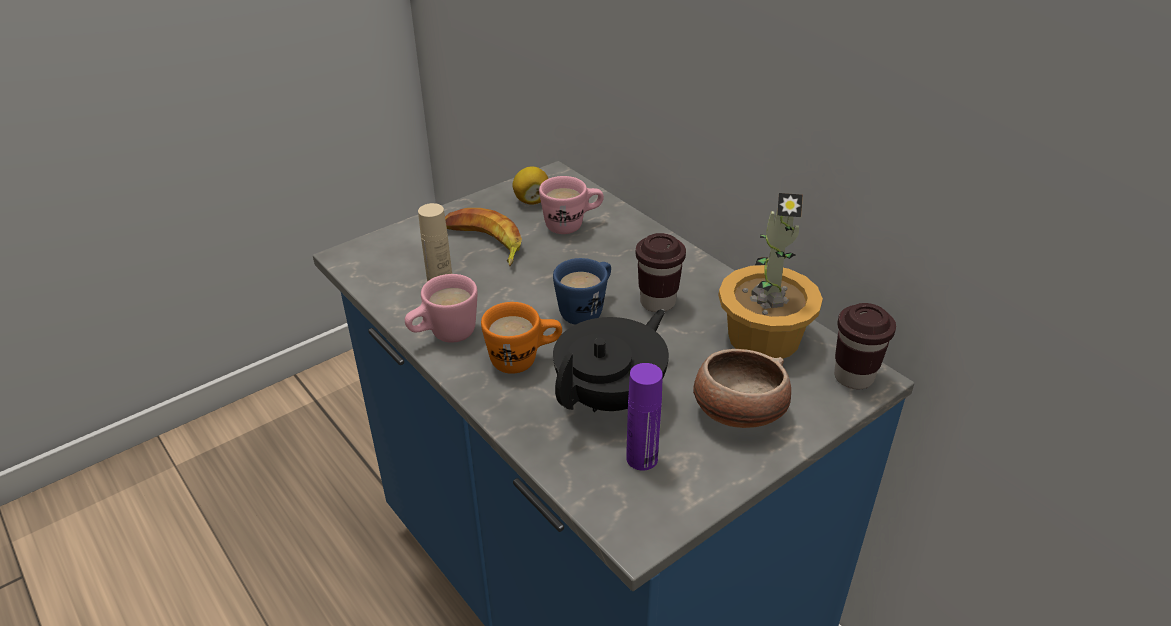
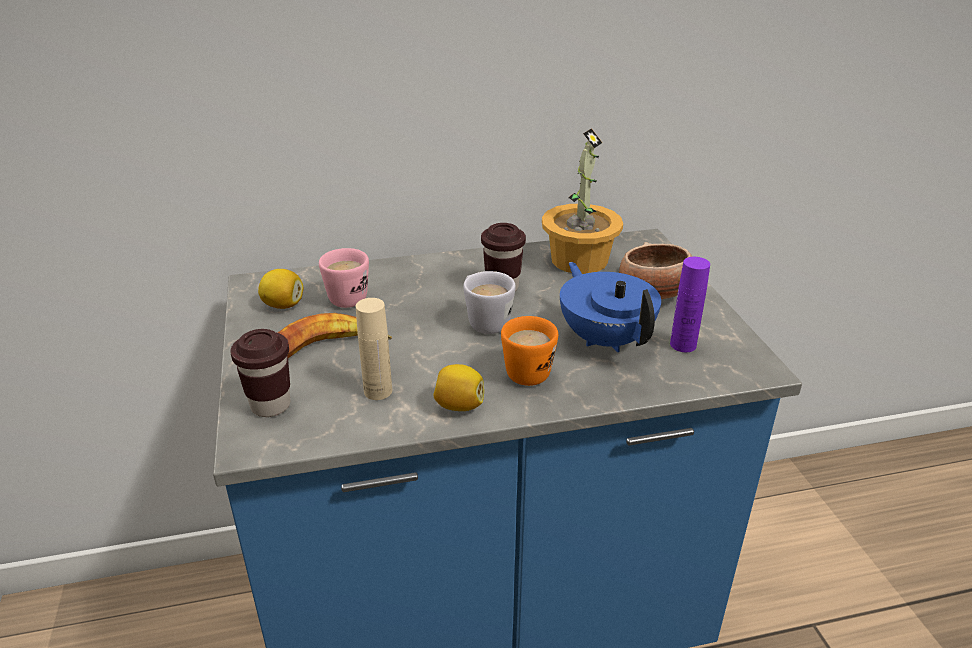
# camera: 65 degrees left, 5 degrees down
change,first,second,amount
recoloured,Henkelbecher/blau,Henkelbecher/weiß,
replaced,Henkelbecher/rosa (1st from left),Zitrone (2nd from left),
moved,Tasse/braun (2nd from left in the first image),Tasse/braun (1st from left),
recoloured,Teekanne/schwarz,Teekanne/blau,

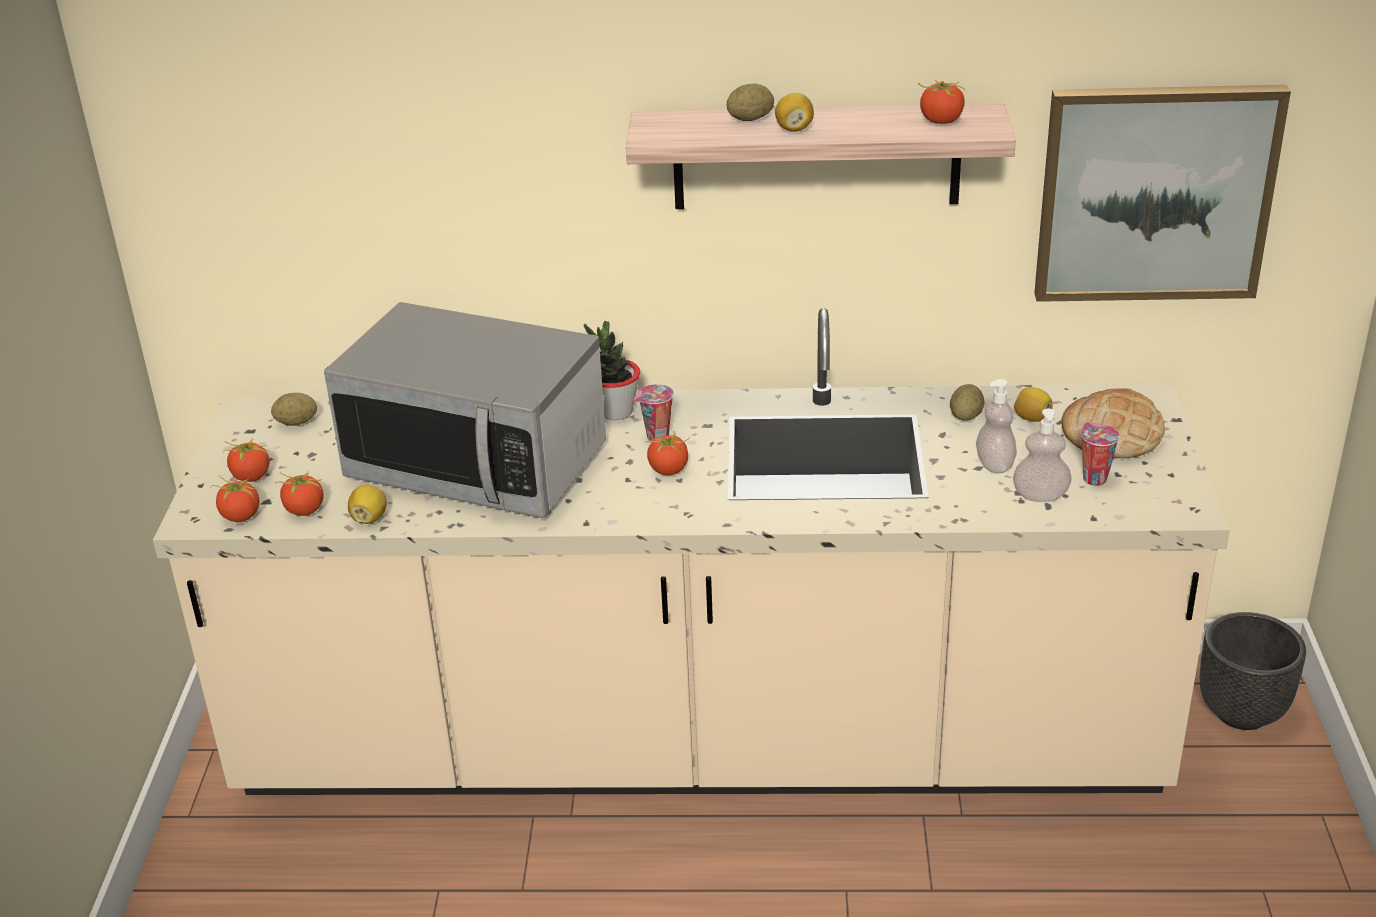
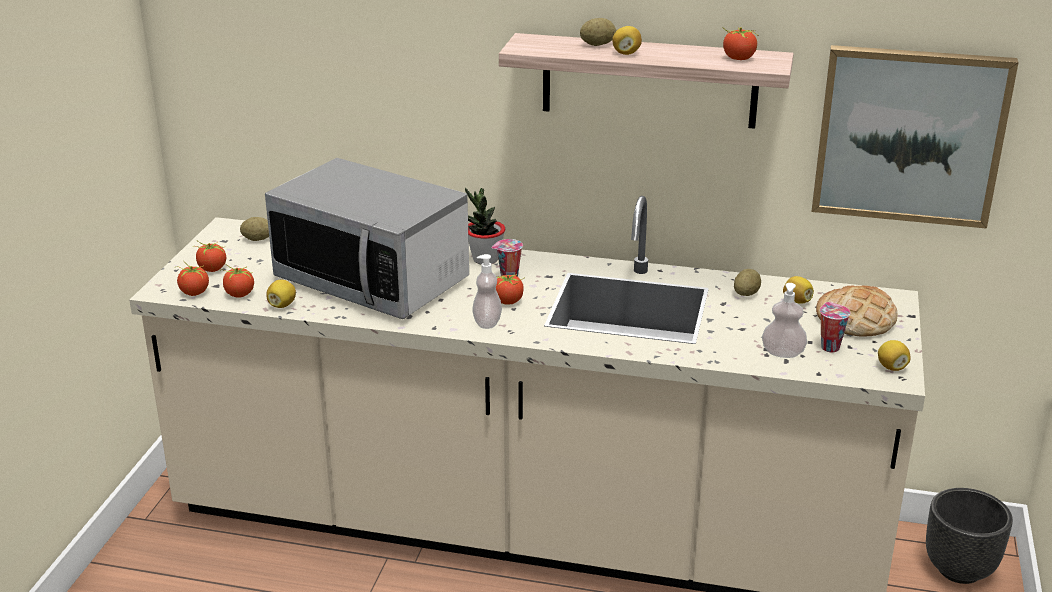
# camera: 10 degrees right, 5 degrees down
change,first,second,amount
moved,Seifenspender (1st from left),,
added,,Zitrone (4th from left),

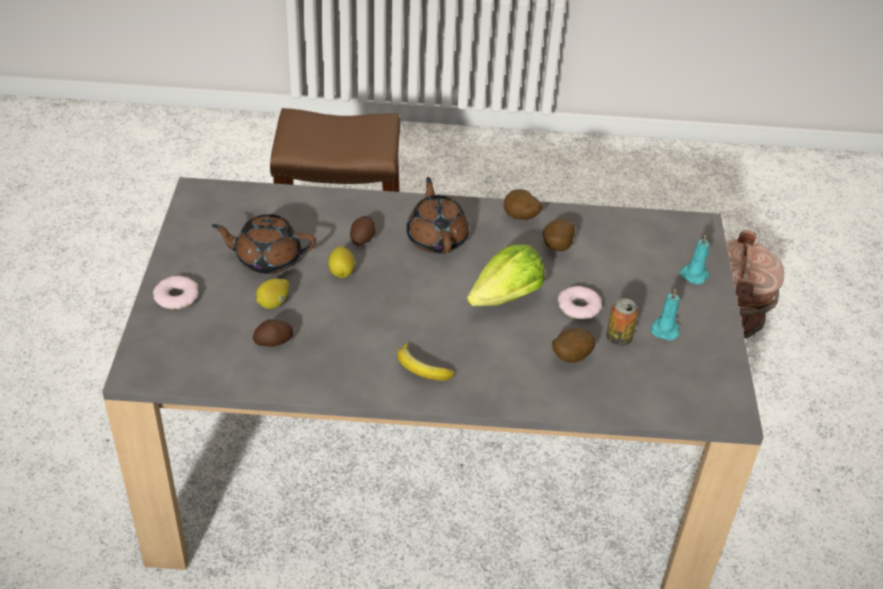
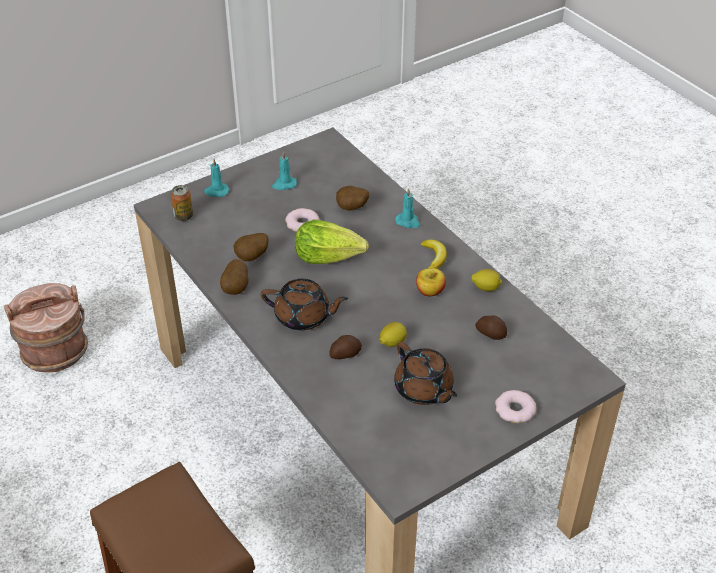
# camera: 125 degrees left, 0 degrees up
change,first,second,amount
turned,Teekanne/braun (2nd from left in the first image),Teekanne/braun (1st from left),120 degrees counterclockwise
moved,Zitrone (1st from left in the first image),Zitrone (2nd from left),
moved,Dose,,
added,,Kerze/türkis (3rd from left),
added,,Apfel,

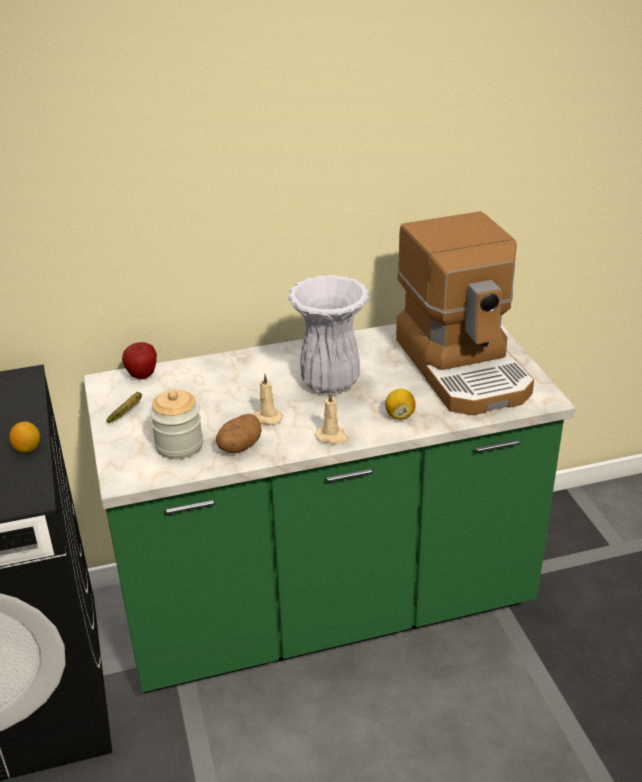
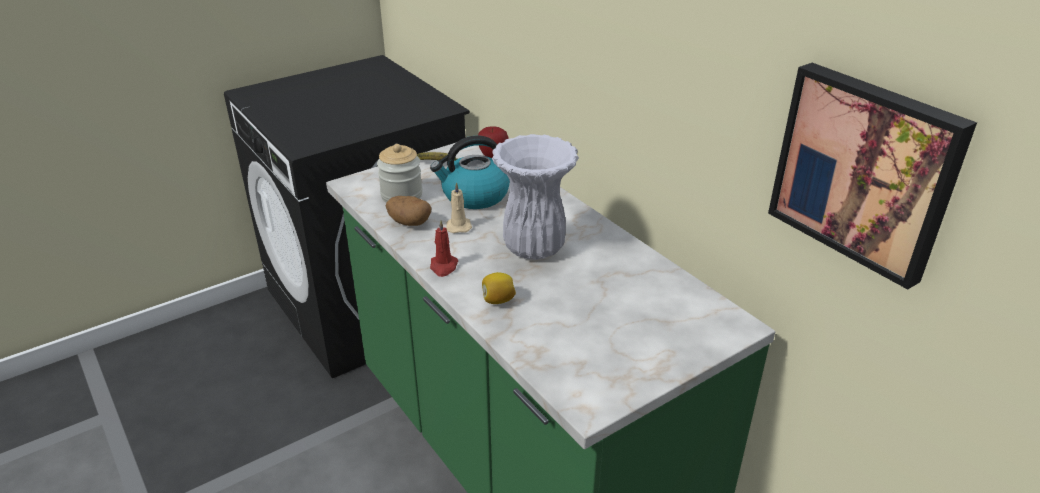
# camera: 70 degrees right, 0 degrees up
change,first,second,amount
removed,Kaffeemaschine,,
recoloured,Kerze/beige (2nd from left),Kerze/rot,
removed,Zitrone (1st from left),,
added,,Bild,
added,,Wasserkessel,

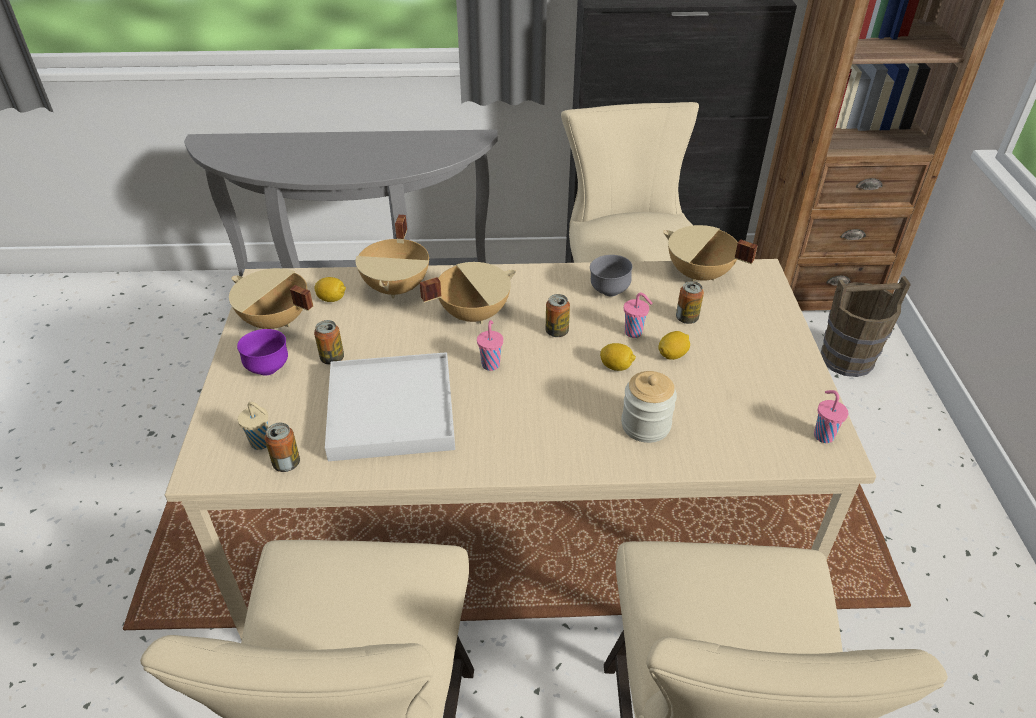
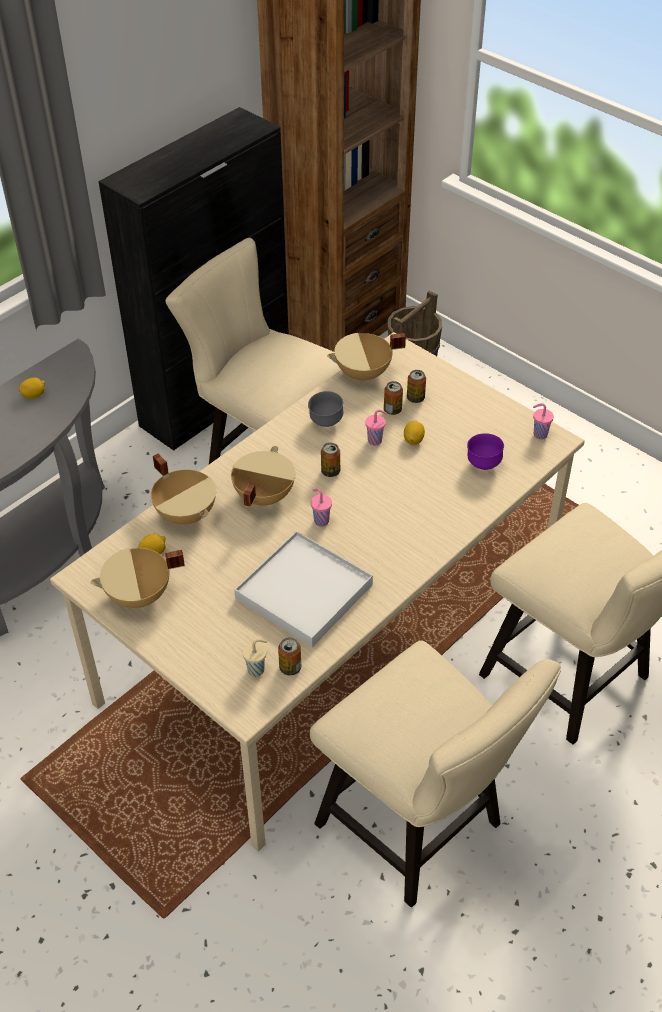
# camera: 45 degrees left, 5 degrees up
change,first,second,amount
moved,Dose (2nd from left in the first image),Dose (4th from left),
moved,Schüssel/lila,,
moved,Zitrone (2nd from left in the first image),Zitrone (1st from left),
removed,Vorratsglas,,

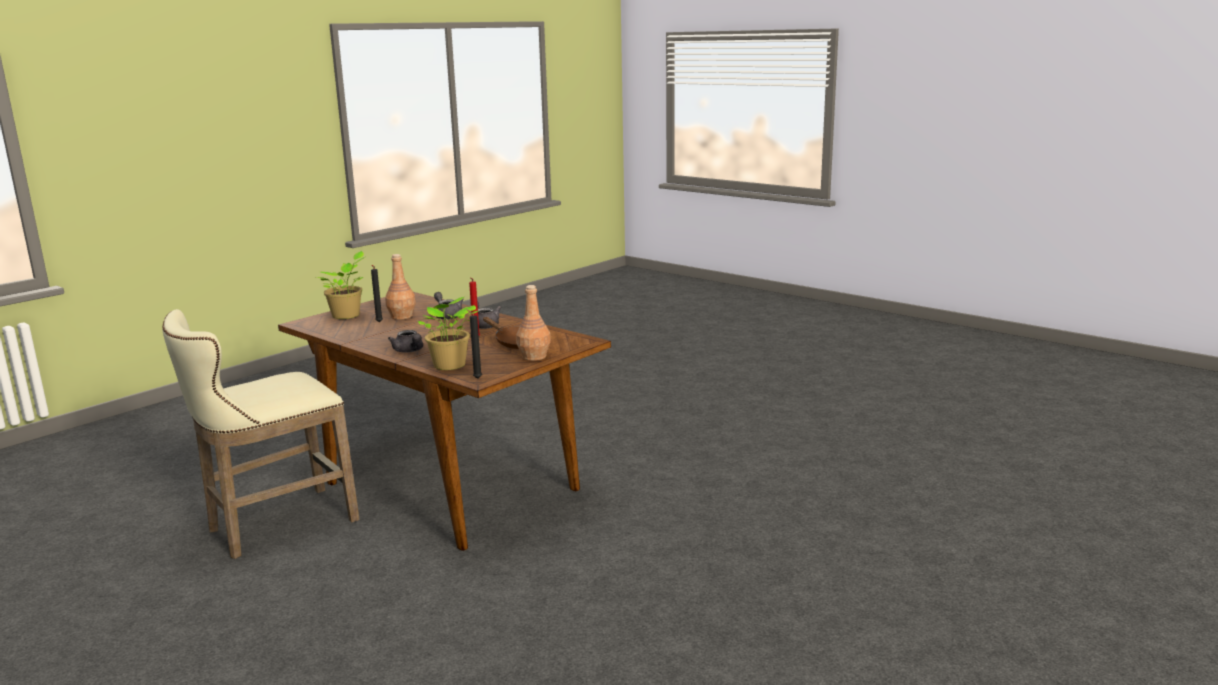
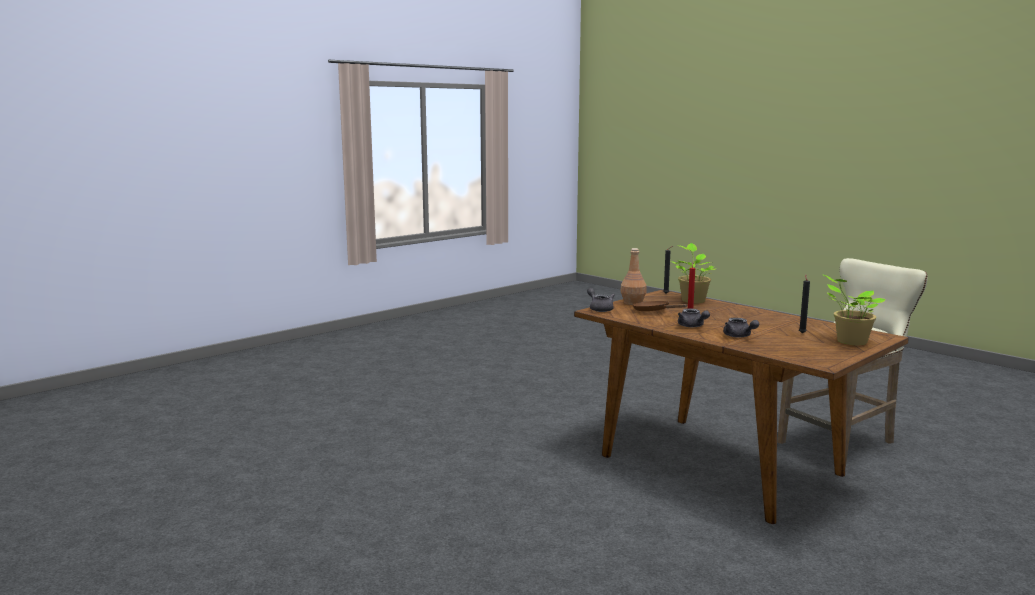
# camera: 175 degrees left, 5 degrees down
change,first,second,amount
removed,Flasche/braun (1st from left),,
moved,Teekanne/grau (1st from left),,

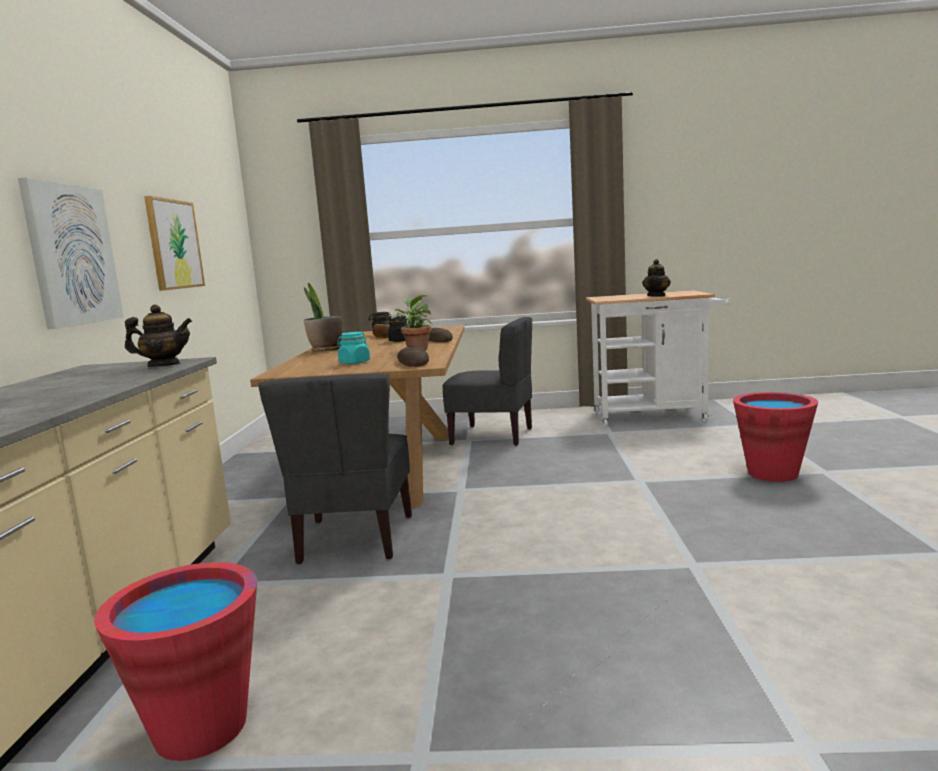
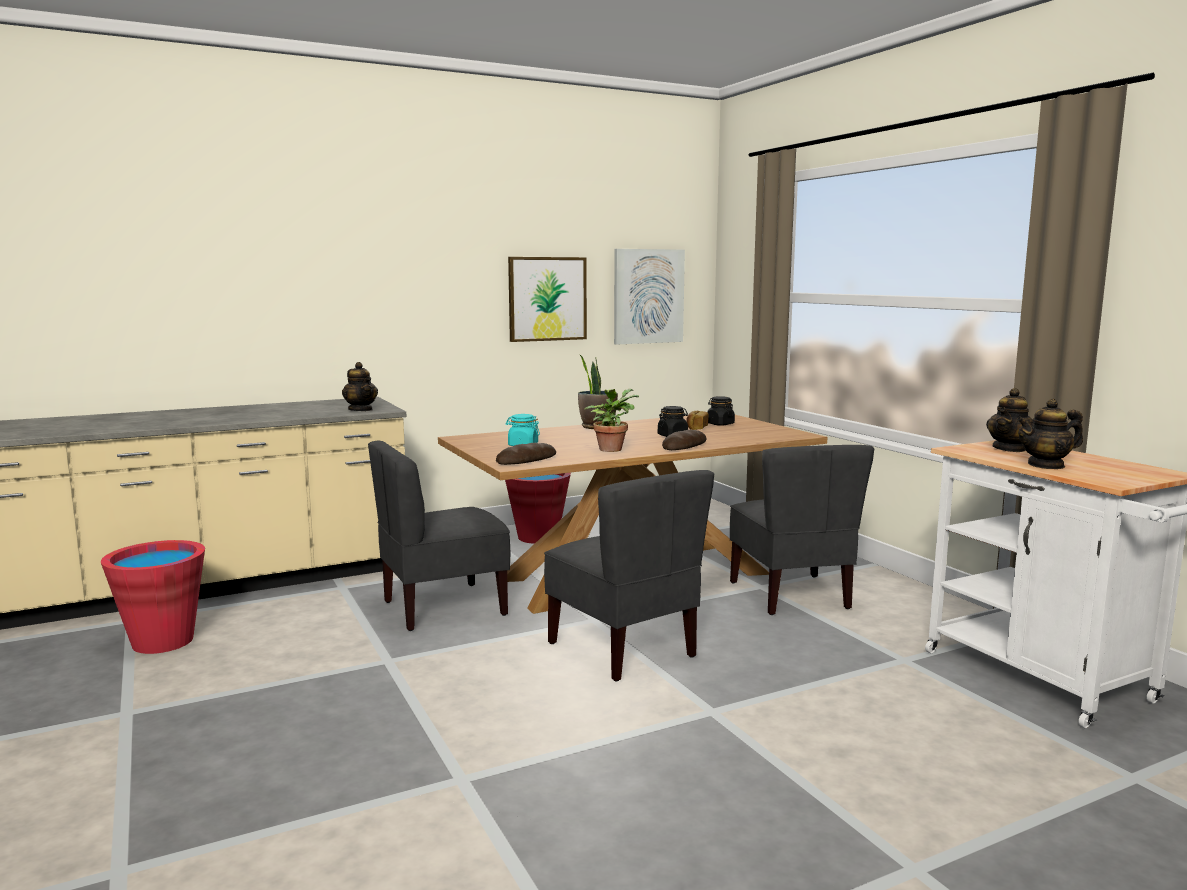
# camera: 60 degrees right, 0 degrees up
change,first,second,amount
moved,Bild (1st from left in the first image),Bild (2nd from left),
moved,Eimer/rot (2nd from left),,
added,,Teekanne (2nd from left),
added,,Stuhl/grau (2nd from left),

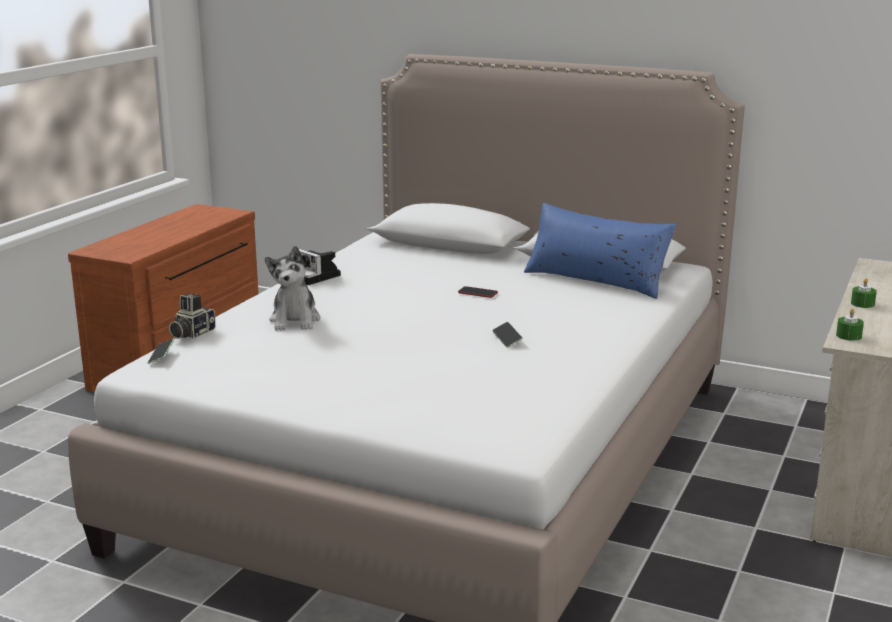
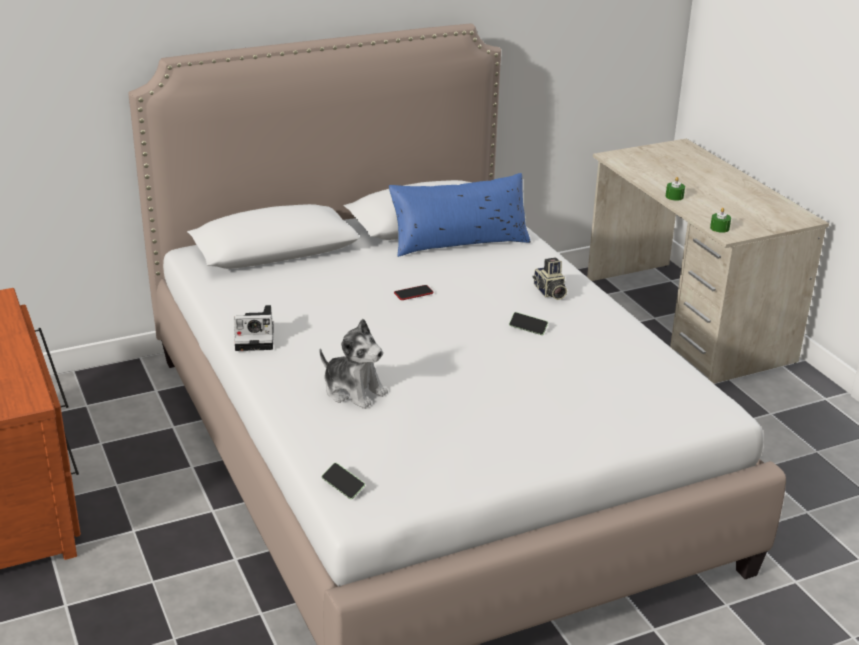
# camera: 50 degrees left, 10 degrees up
change,first,second,amount
moved,Kamera (1st from left in the first image),Kamera (2nd from left),

